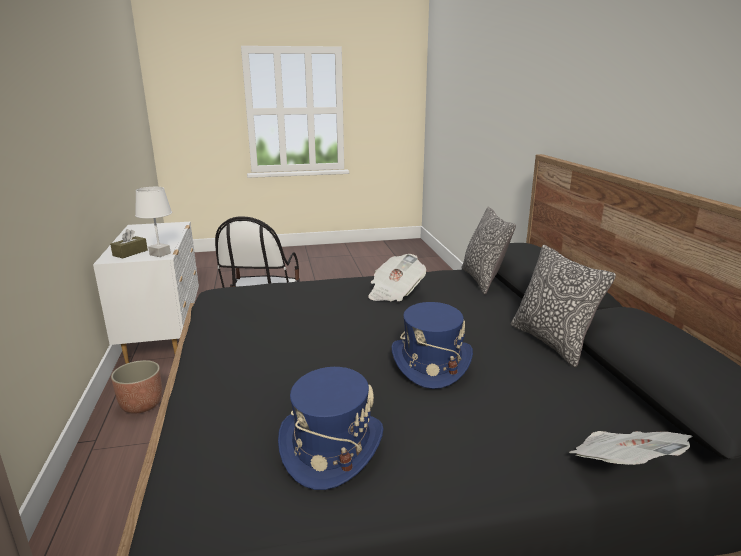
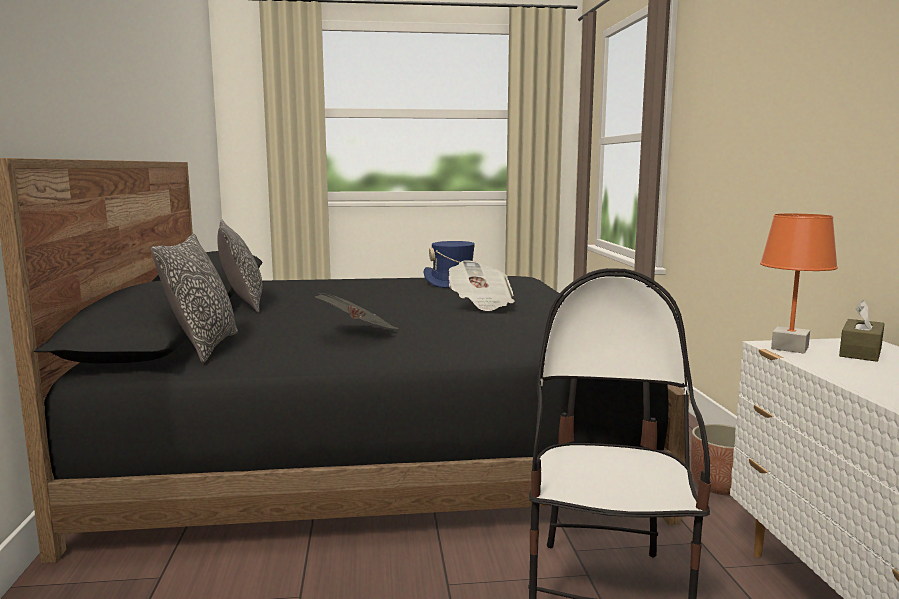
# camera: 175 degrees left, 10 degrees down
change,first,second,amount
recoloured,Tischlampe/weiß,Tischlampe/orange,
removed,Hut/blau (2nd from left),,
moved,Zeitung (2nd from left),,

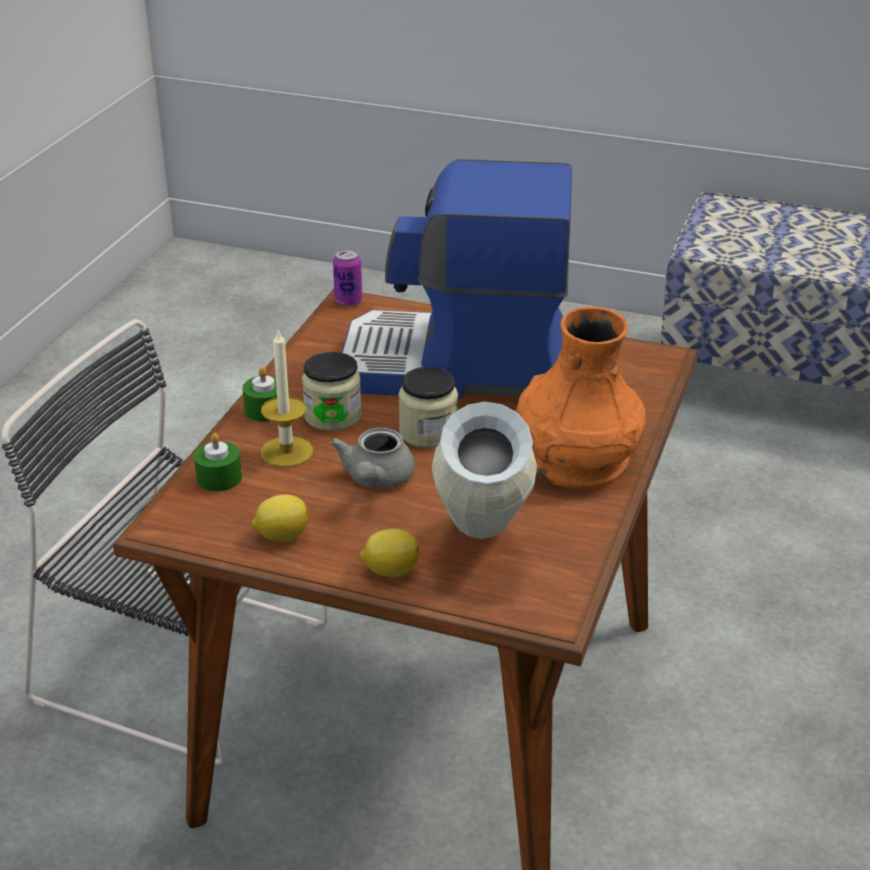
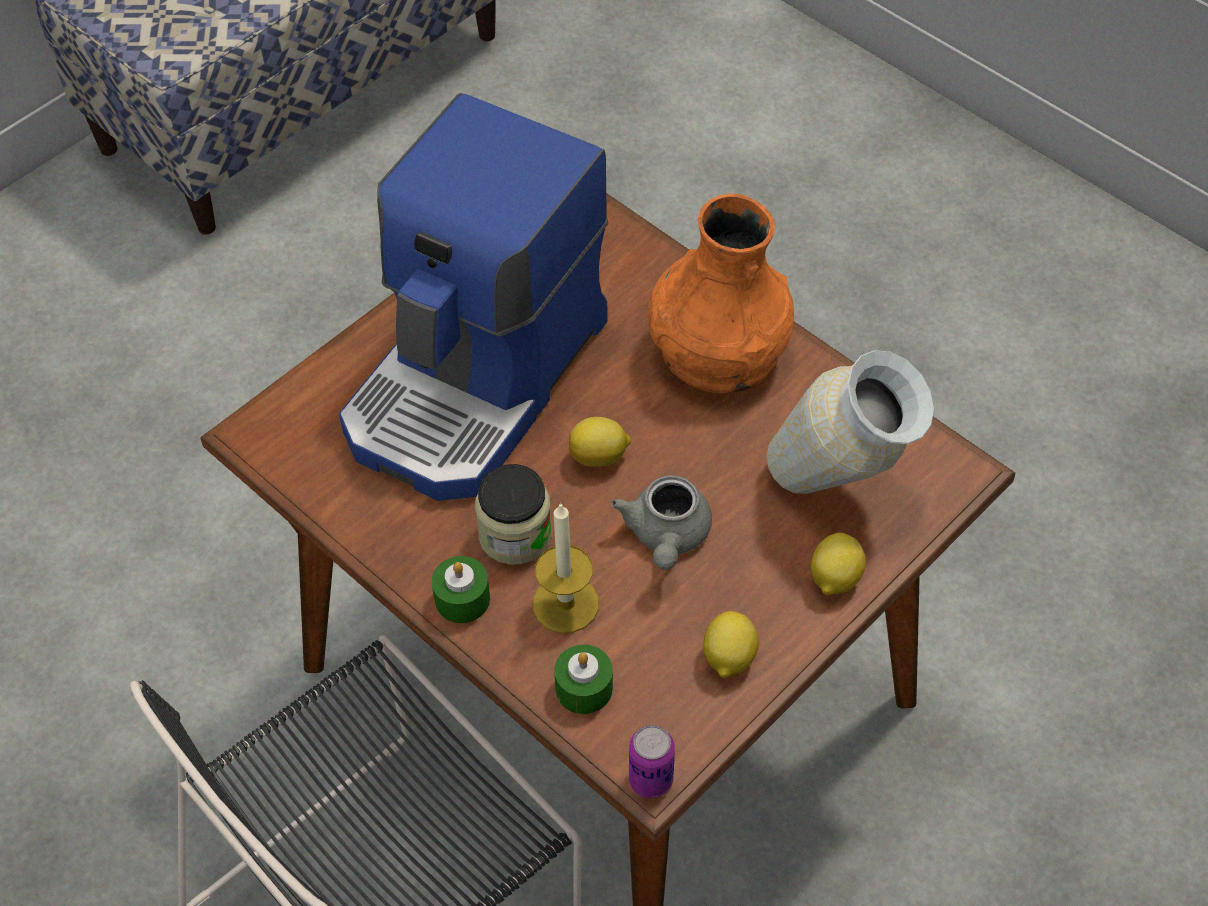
# camera: 65 degrees left, 20 degrees up
change,first,second,amount
moved,Dose,,
replaced,Vorratsglas (2nd from left),Zitrone (1st from left),
turned,Teekanne/grau,,60 degrees clockwise

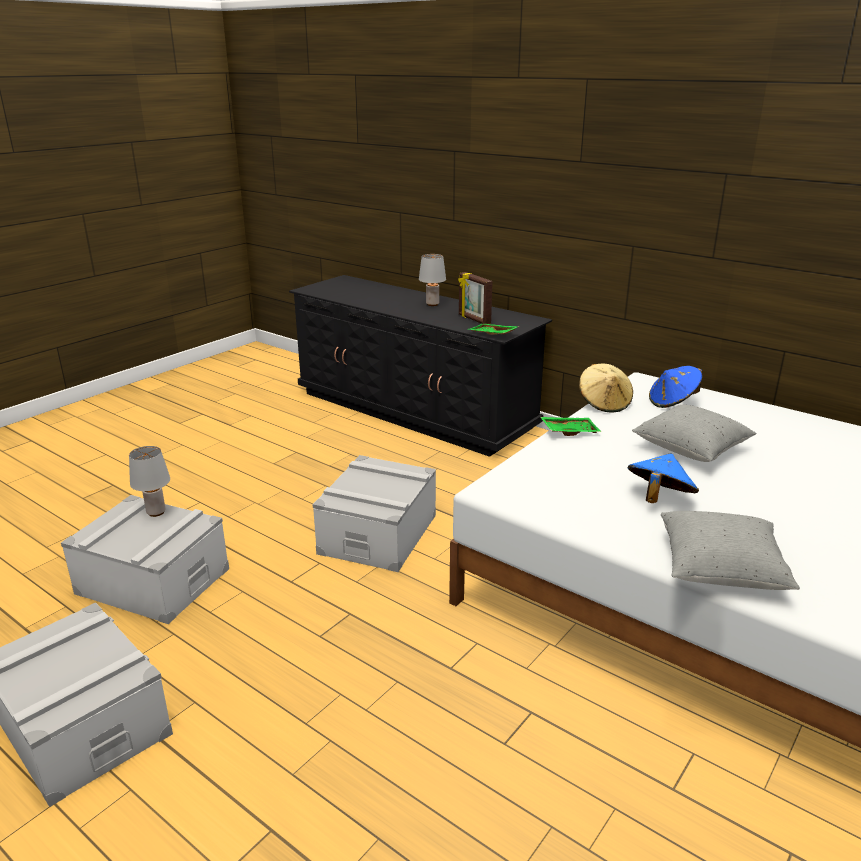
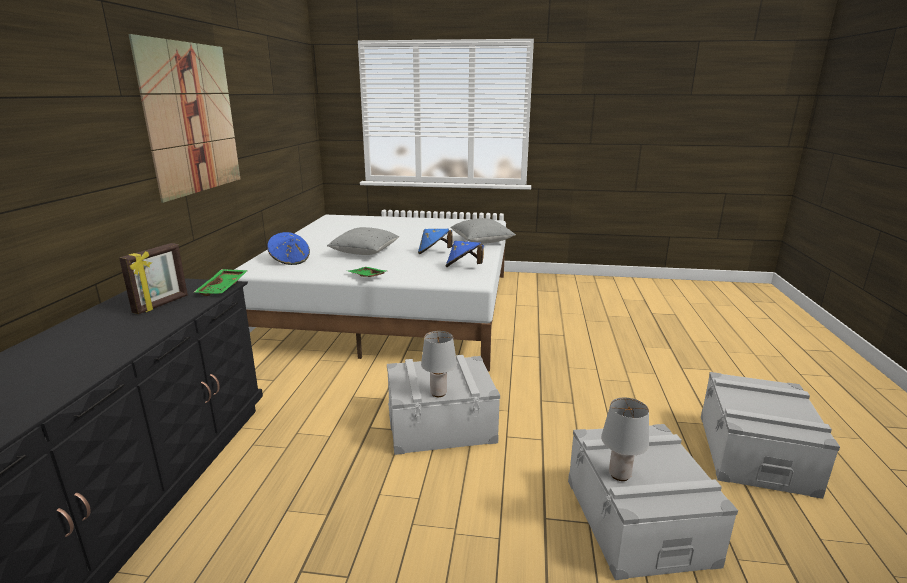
# camera: 120 degrees left, 5 degrees down
change,first,second,amount
moved,Tischlampe/grau (2nd from left in the first image),Tischlampe/grau (1st from left),
removed,Hut/beige,,
added,,Bild,
added,,Hut/blau (3rd from left),

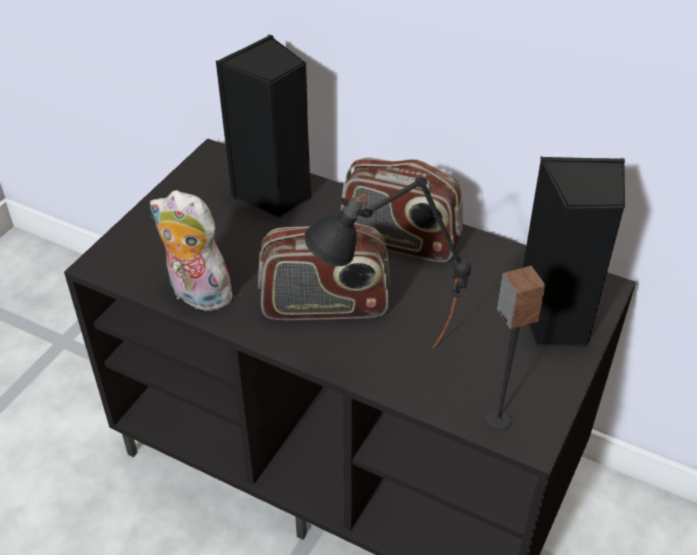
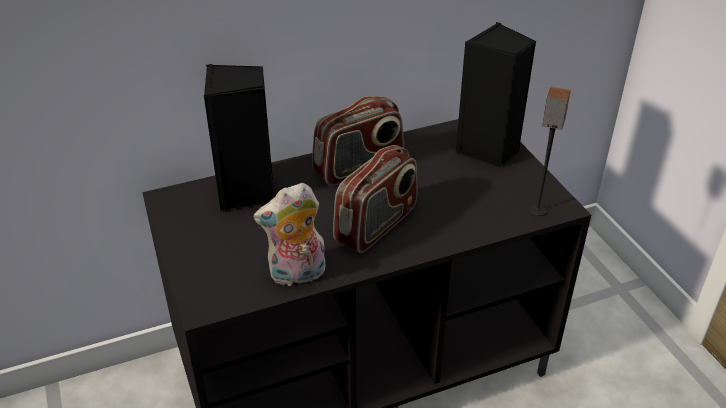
# camera: 50 degrees left, 5 degrees down
change,first,second,amount
removed,Tischlampe/schwarz,,

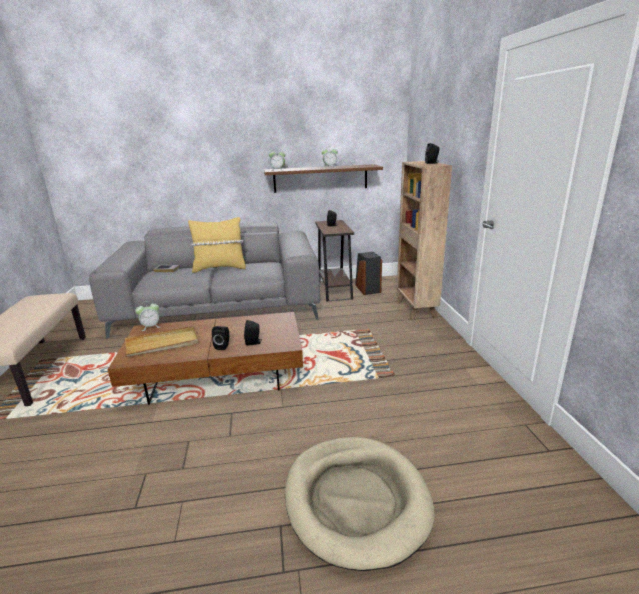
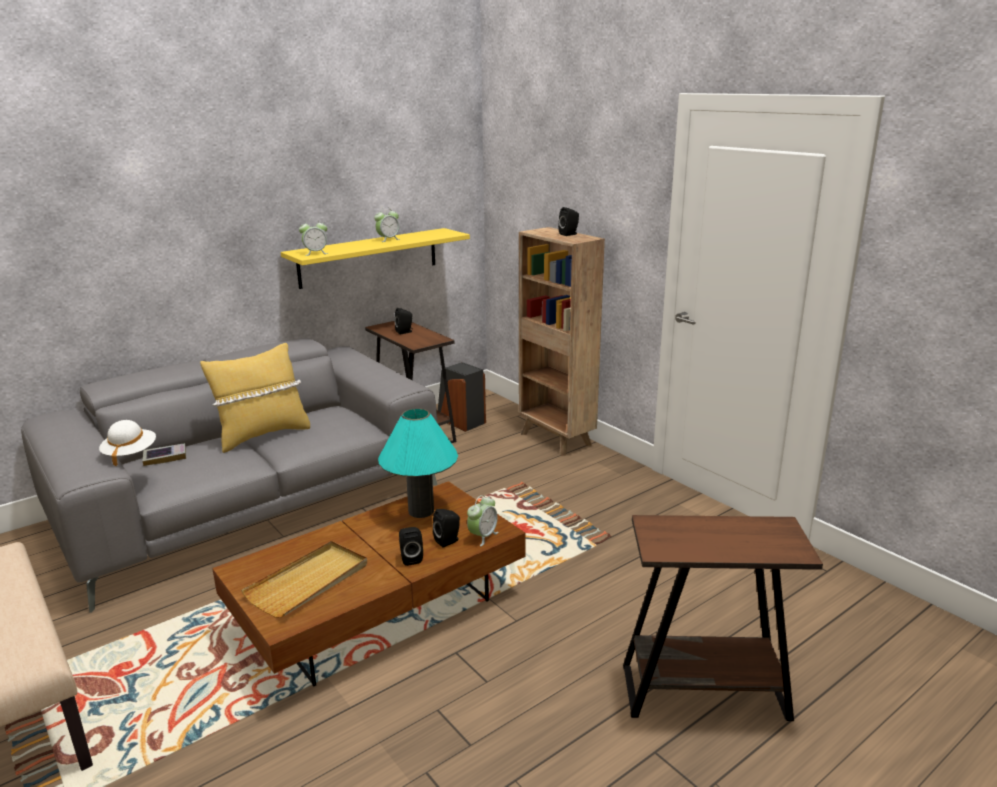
# camera: 30 degrees left, 0 degrees up
change,first,second,amount
recoloured,Wandregal/braun,Wandregal/gelb,
moved,Wecker (1st from left in the first image),Wecker (3rd from left),
replaced,Hundebett/beige,Beistelltisch/braun (2nd from left),
added,,Tischlampe/türkis,
added,,Hut/weiß,

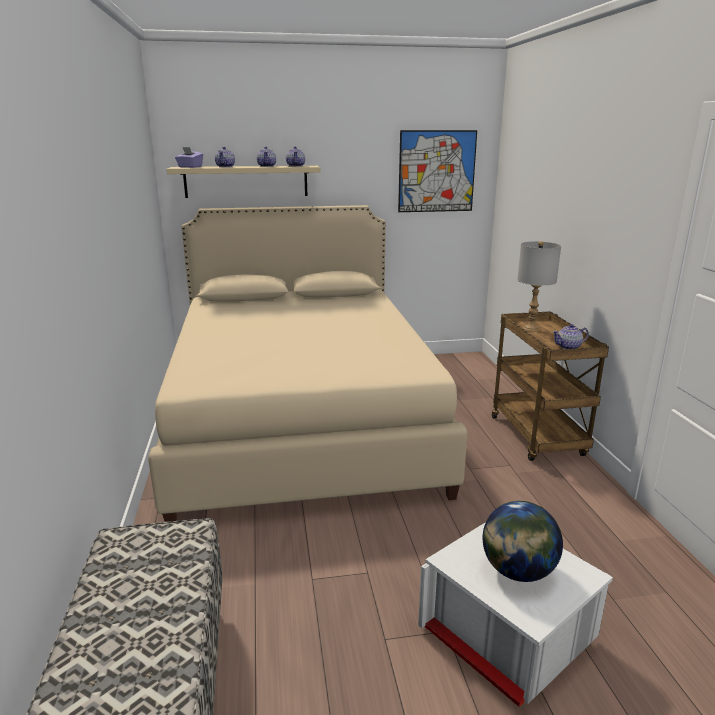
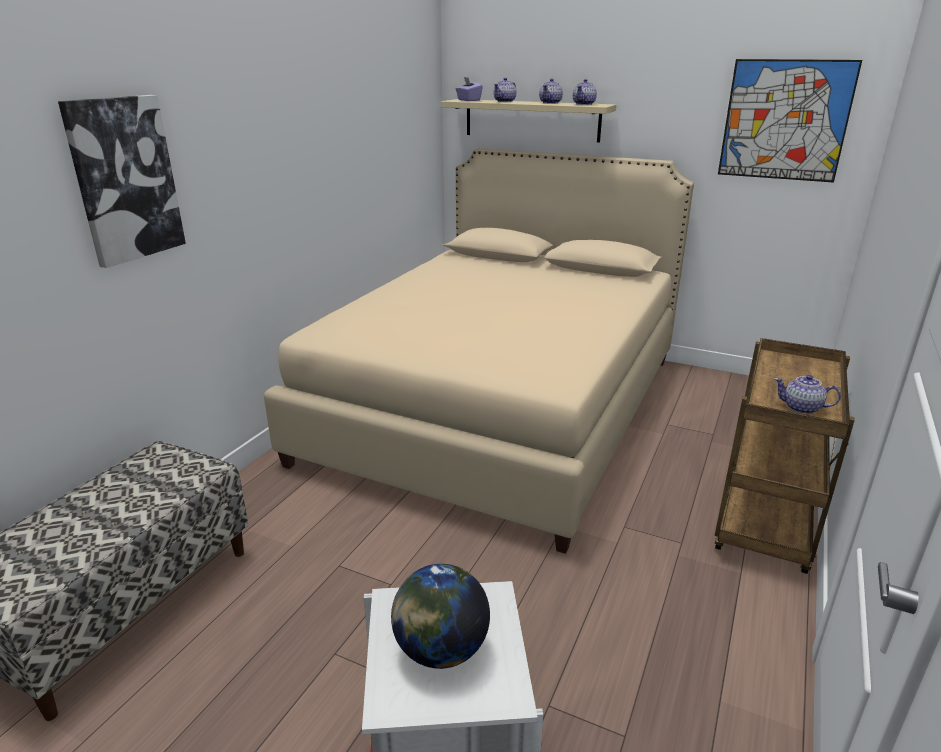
# camera: 35 degrees right, 5 degrees up
change,first,second,amount
removed,Tischlampe/grau,,
added,,Bild (1st from left),

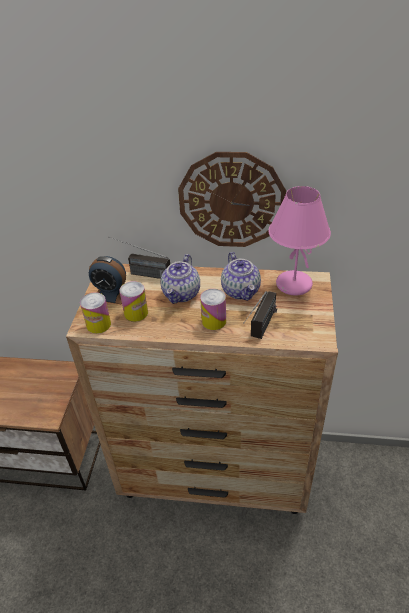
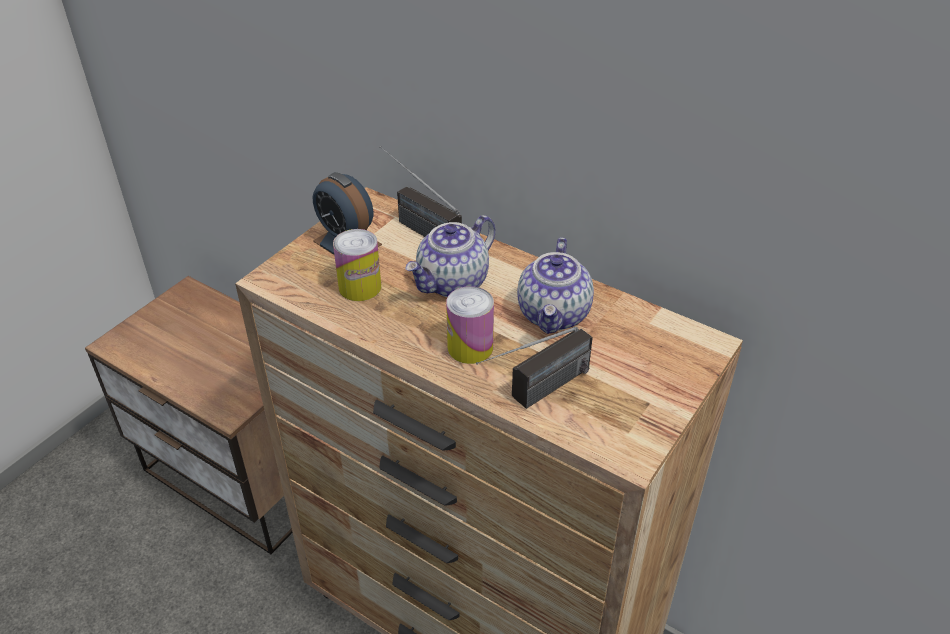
# camera: 25 degrees right, 0 degrees up
change,first,second,amount
removed,Wanduhr,,
removed,Tischlampe/rosa,,
removed,Dose (1st from left),,

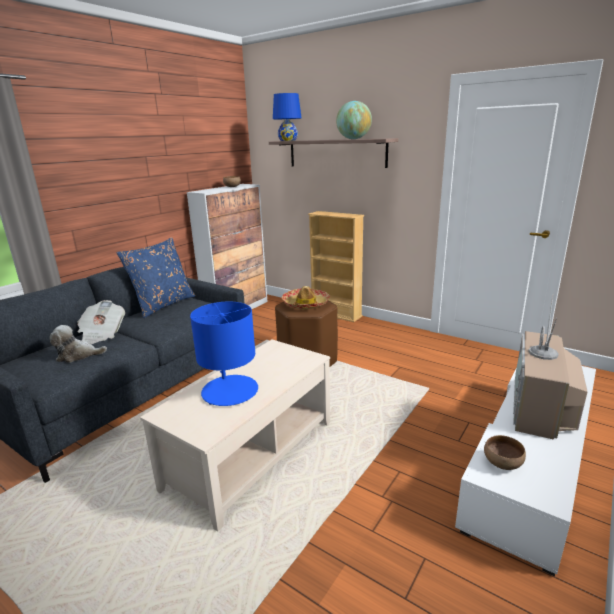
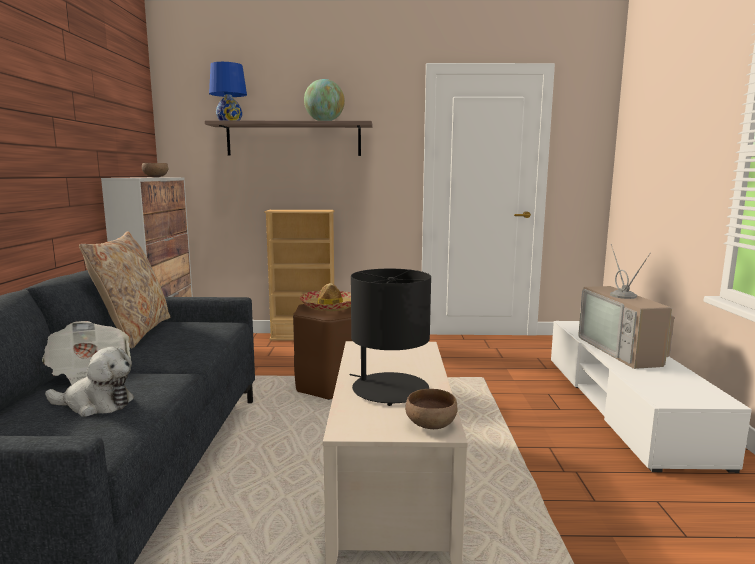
# camera: 35 degrees left, 10 degrees down
change,first,second,amount
recoloured,Kissen/blau,Kissen/beige,
recoloured,Tischlampe/blau (1st from left),Tischlampe/schwarz,
turned,Plüschtier,,135 degrees counterclockwise
moved,Schüssel/braun (2nd from left),,

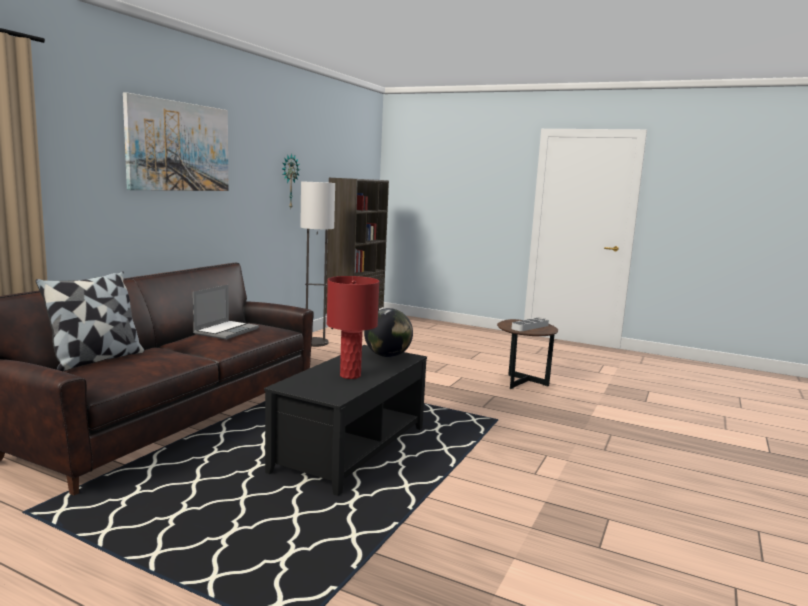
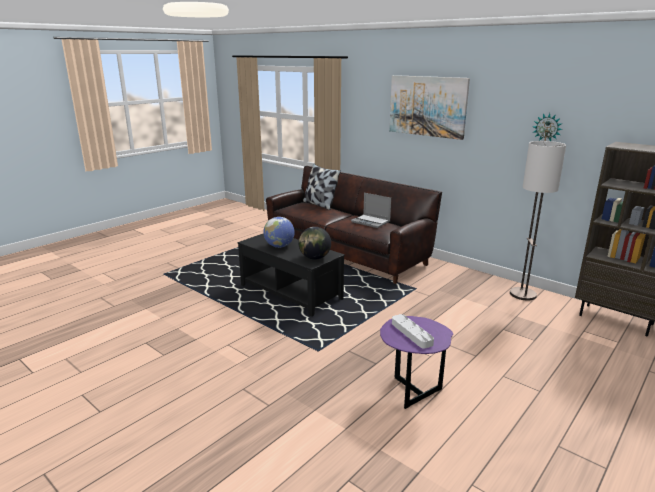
# camera: 105 degrees right, 10 degrees up
change,first,second,amount
replaced,Tischlampe/rot,Globus (1st from left),
recoloured,Beistelltisch/braun,Beistelltisch/lila,

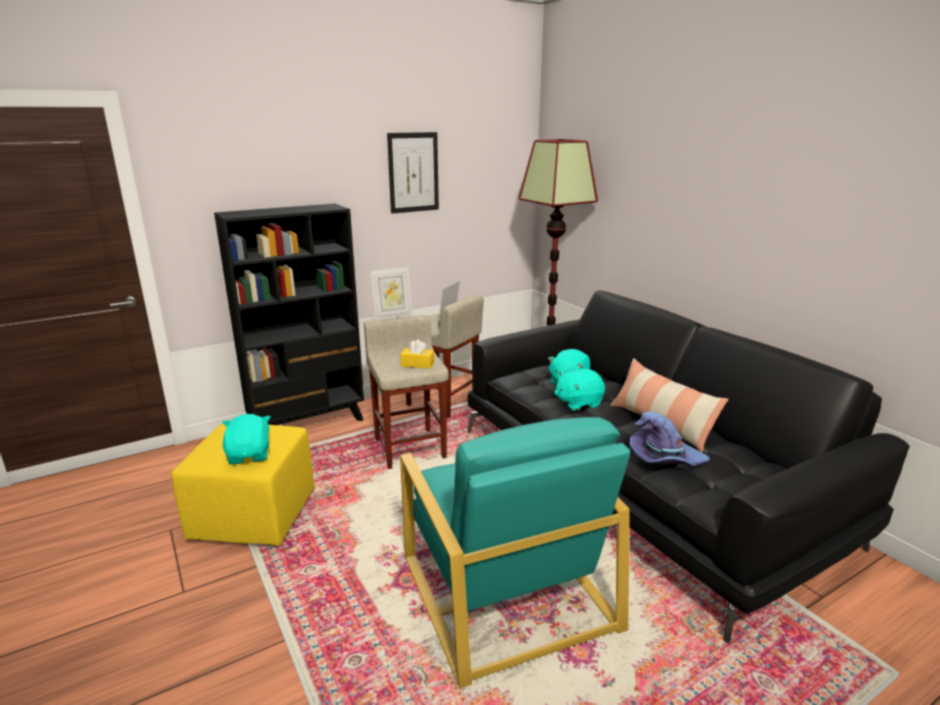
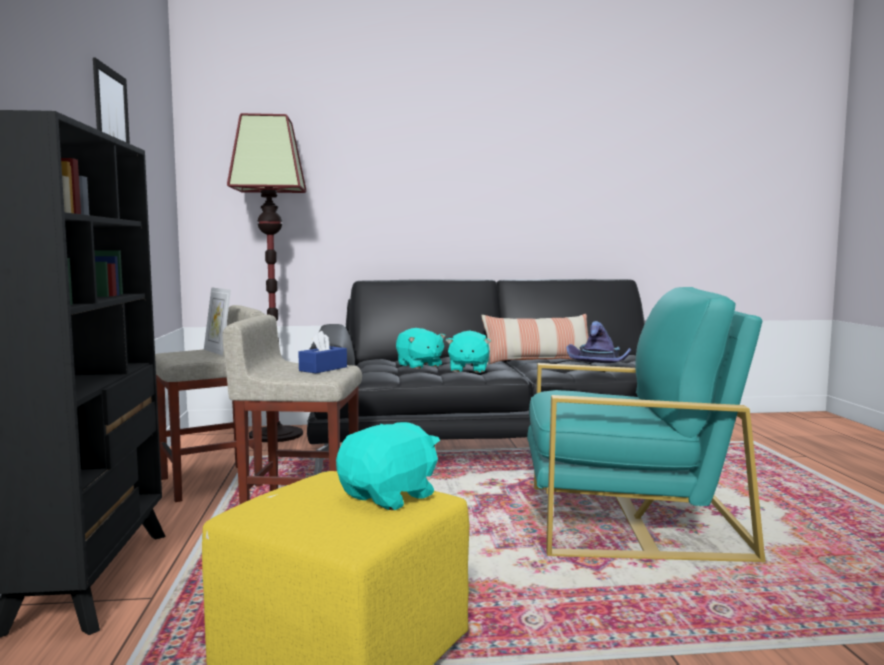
# camera: 65 degrees left, 15 degrees down
change,first,second,amount
removed,Bilderrahmen (1st from left),,
recoloured,Taschentuchbox/gelb,Taschentuchbox/blau,
turned,Plüschtier/türkis (1st from left),,120 degrees clockwise

